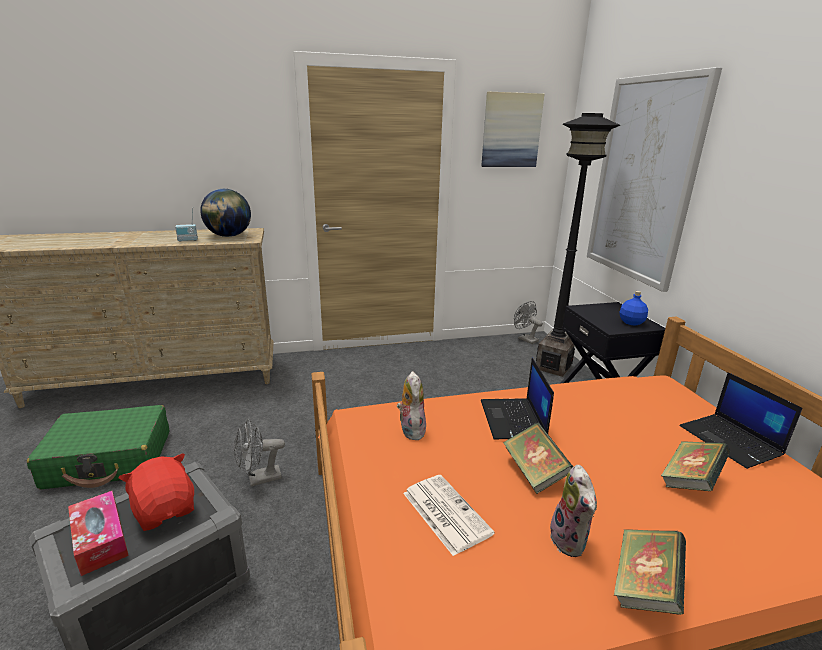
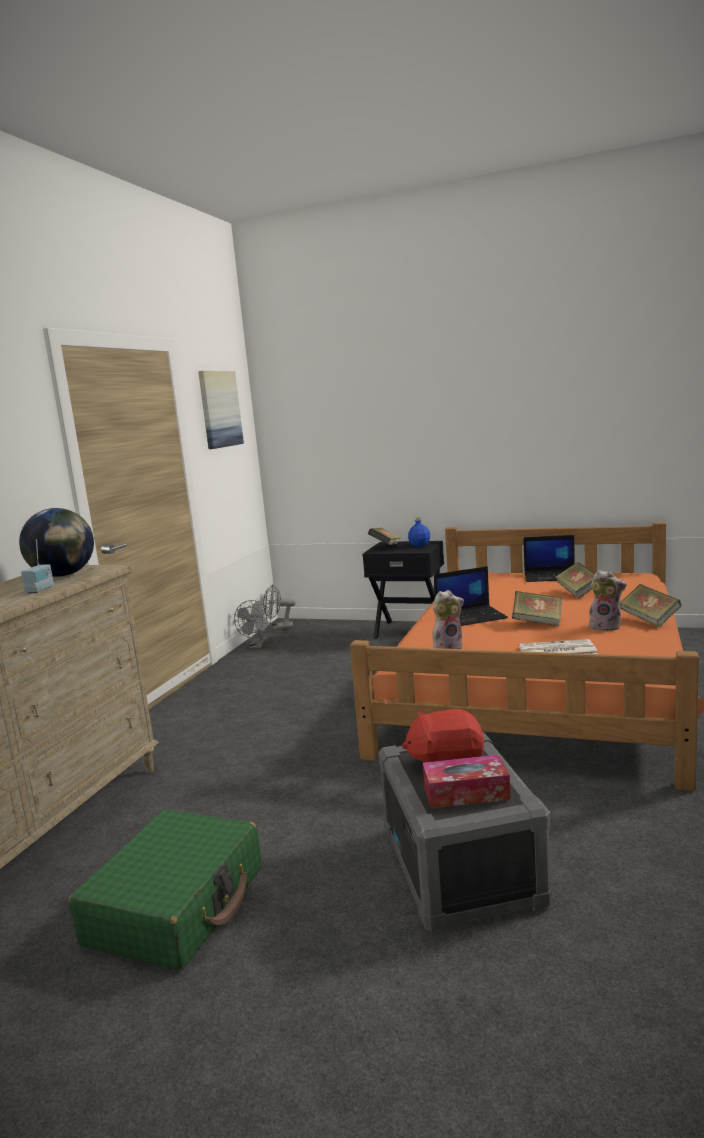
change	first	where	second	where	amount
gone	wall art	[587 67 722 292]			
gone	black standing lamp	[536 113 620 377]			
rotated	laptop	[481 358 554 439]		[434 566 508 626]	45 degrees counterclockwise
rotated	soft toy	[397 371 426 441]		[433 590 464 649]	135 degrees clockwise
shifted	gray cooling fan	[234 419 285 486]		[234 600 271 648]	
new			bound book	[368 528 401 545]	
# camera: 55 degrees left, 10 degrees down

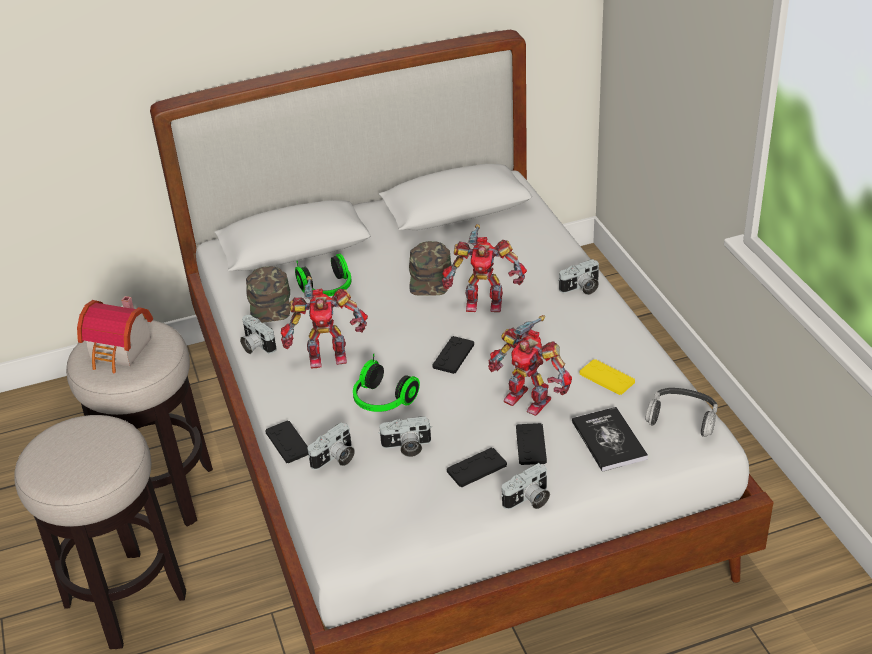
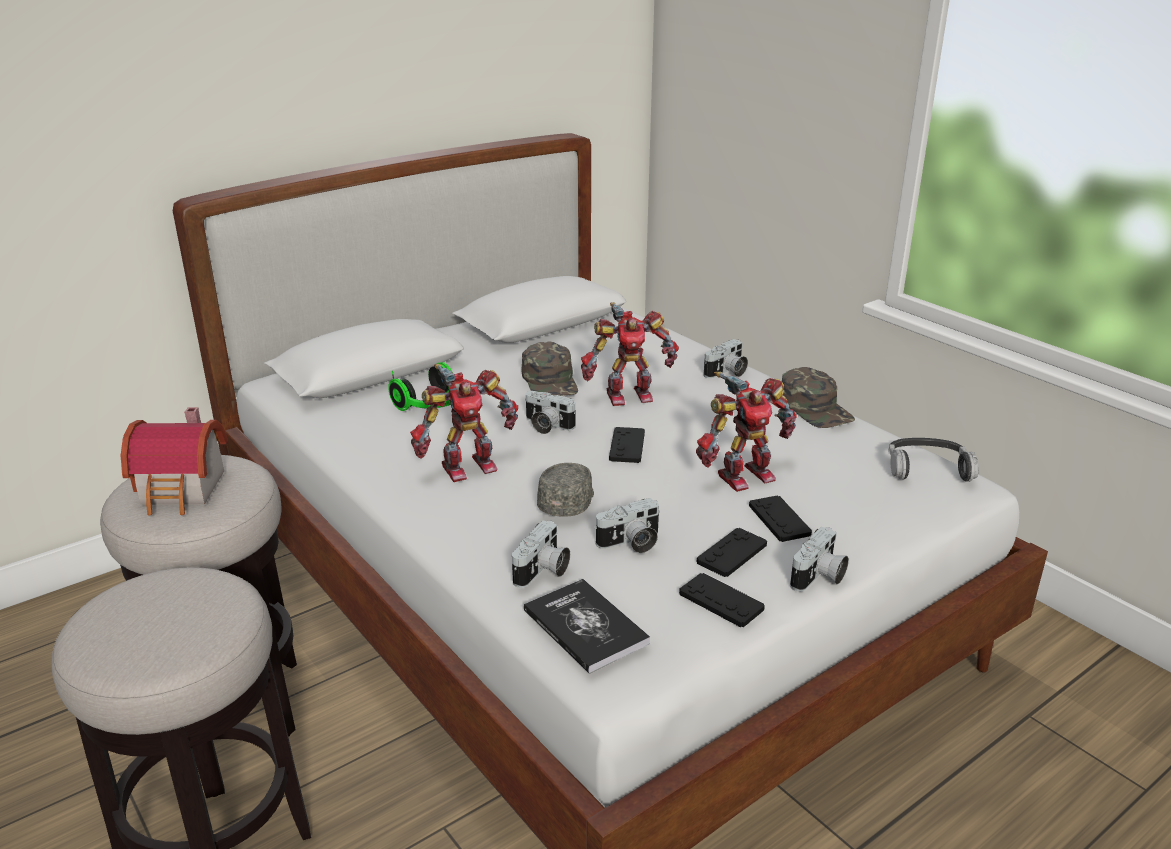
change	first	where	second	where	amount
shifted	green cap	[246 266 290 323]		[782 367 855 428]	
shifted	photo camera	[240 315 276 354]		[525 391 576 434]	
rotated	robot figure	[488 315 572 416]		[696 372 797 492]	45 degrees counterclockwise
swapped	headset	[353 353 420 412]	gray cap	[537 463 594 517]	
gone	yellow-coloured gamepad	[580 359 635 395]			
shifted	bound book	[572 407 648 472]		[524 579 650 674]	
shifted	black gamepad	[265 420 309 463]		[679 573 765 627]	
# camera: 20 degrees left, 10 degrees down

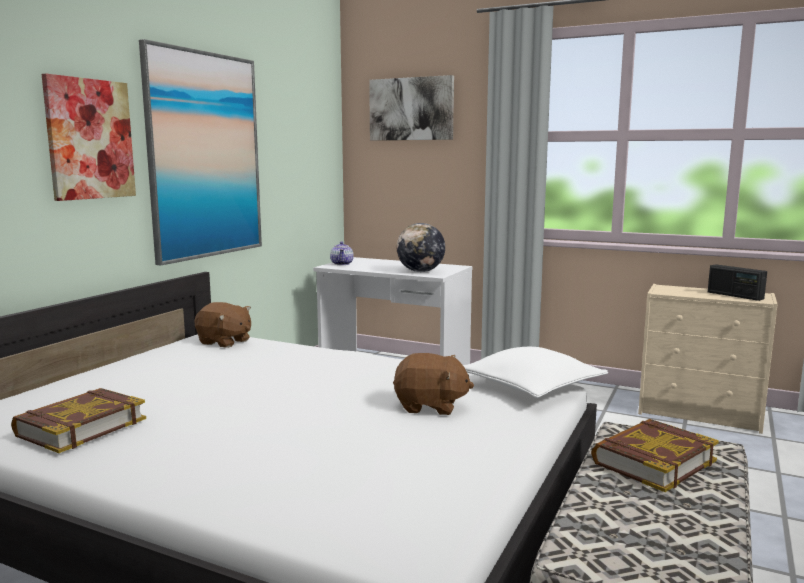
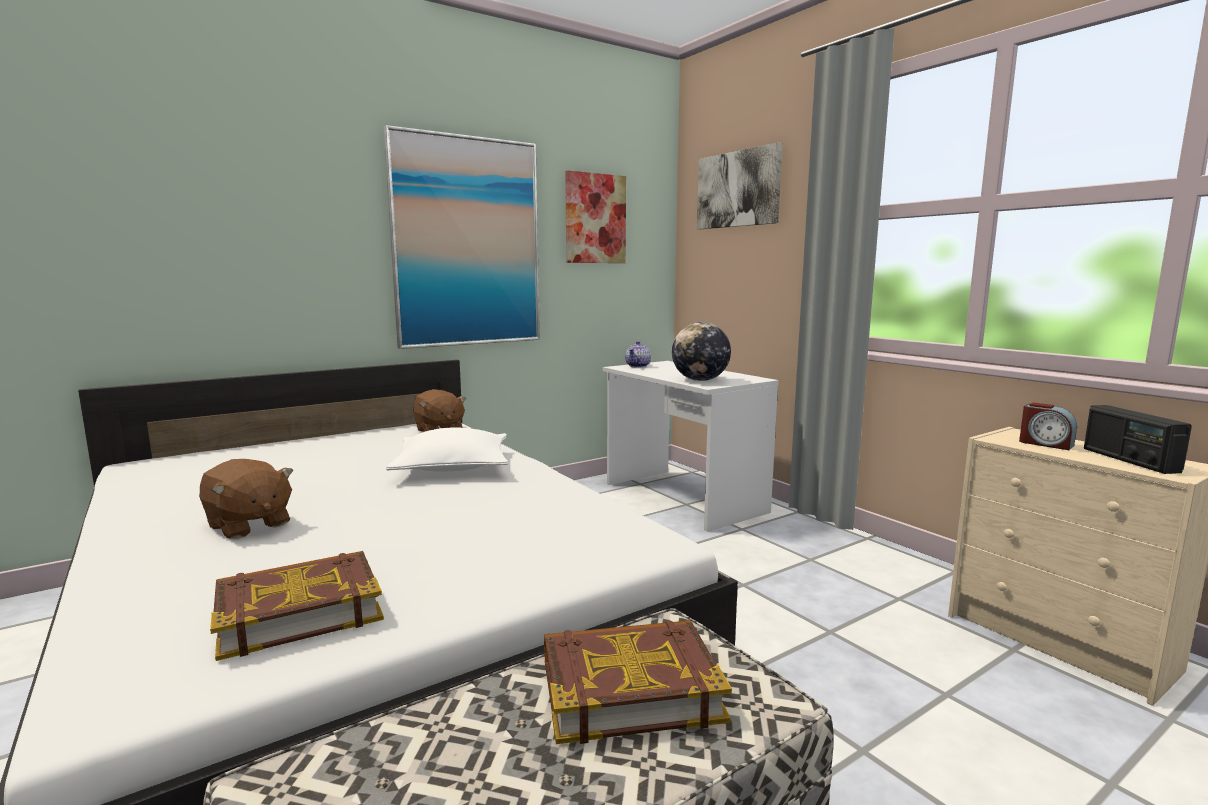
change	first	where	second	where	amount
shifted	wall art	[42 74 136 201]		[565 170 626 263]	
shifted	whitish cushion	[463 347 608 398]		[386 427 509 472]	
shifted	brown soft toy	[393 353 474 415]		[199 459 293 539]	
shifted	bound book	[11 388 146 453]		[210 551 384 661]	
new			bedside clock	[1019 402 1077 450]	
# camera: 30 degrees right, 0 degrees up

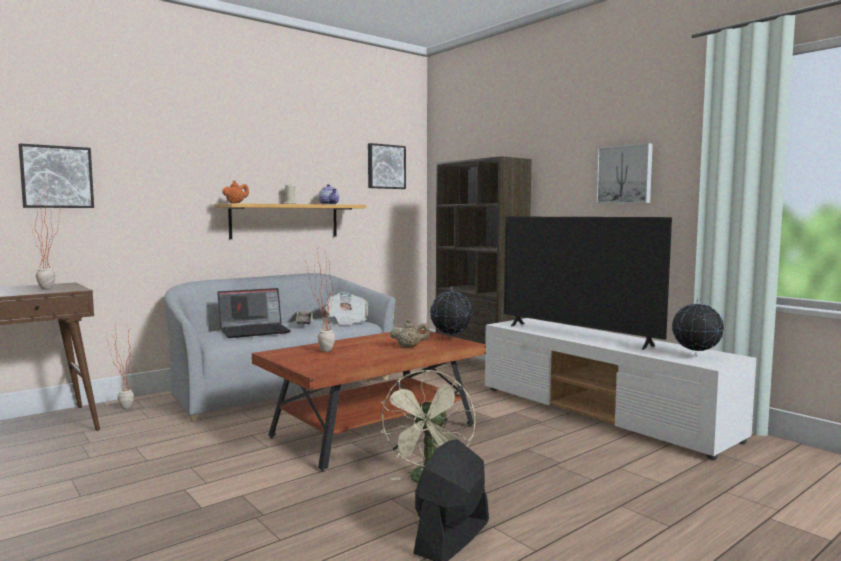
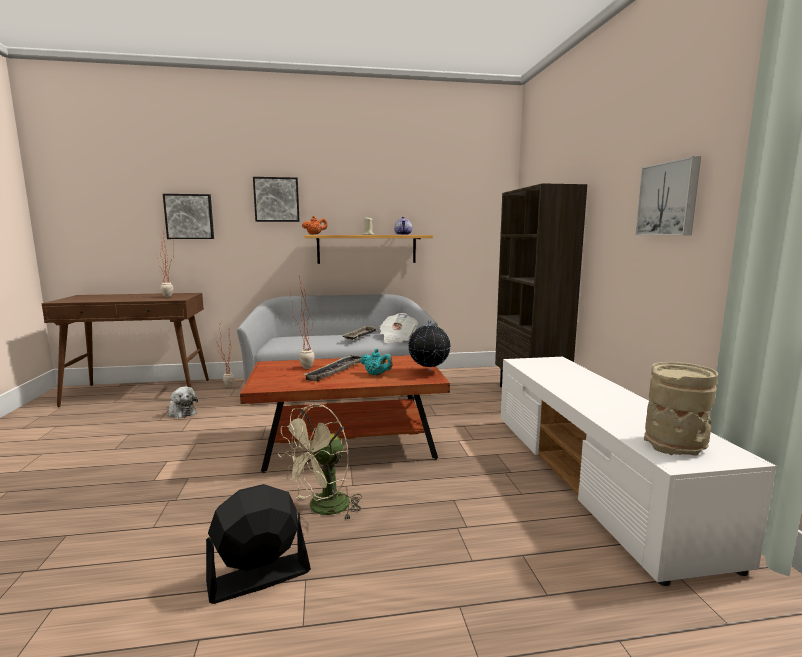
change	first	where	second	where	amount
shifted	wall art	[368 143 406 189]		[253 177 300 222]	
gone	TV set	[504 217 672 350]			
gone	laptop	[217 288 291 338]			
swapped	world globe	[672 298 724 357]	sand-coloured flower vase	[644 362 718 456]	
repainted	sand-coloured teapot	[390 319 430 348]	turquoise-coloured teapot	[360 349 393 376]	
new			carrying tray	[303 356 362 381]	
new			soft toy	[168 386 198 418]	
# camera: 30 degrees right, 5 degrees up

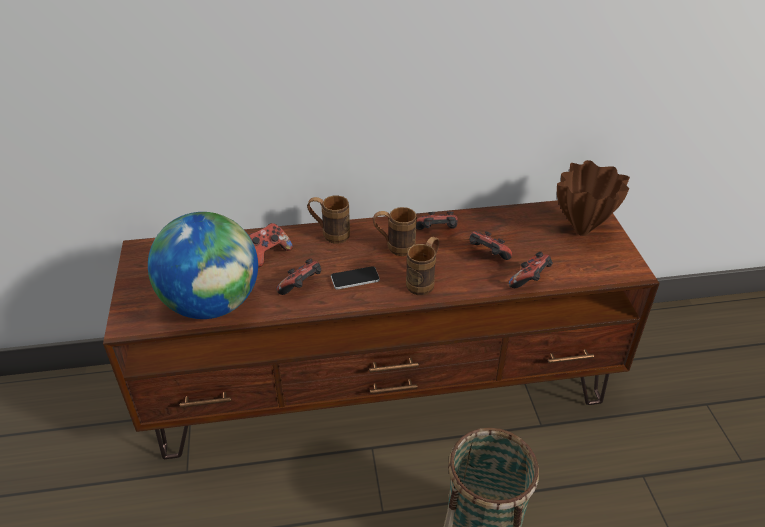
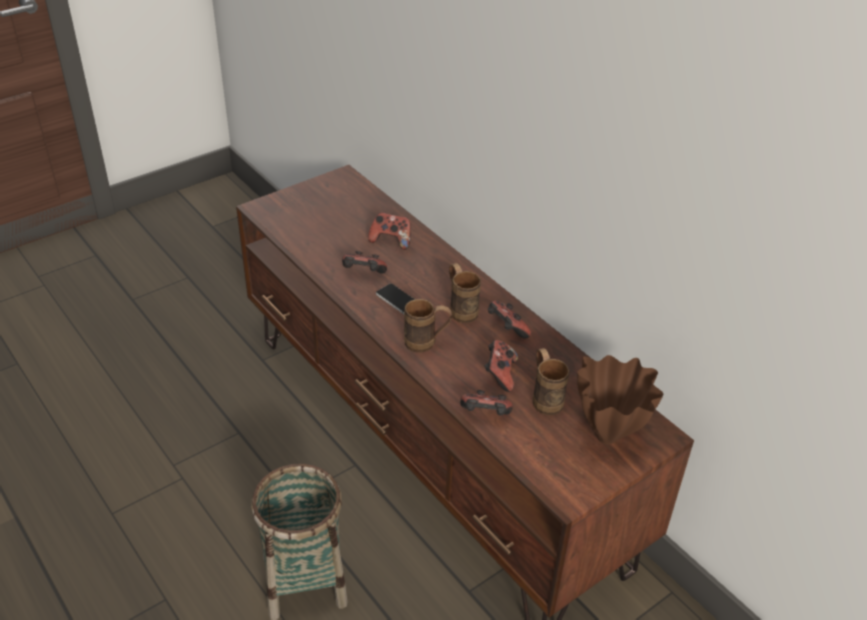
change	first	where	second	where	amount
shifted	brown tea mug	[307 195 350 244]		[533 348 569 415]	
gone	world globe	[148 212 258 319]			
# camera: 60 degrees right, 0 degrees up

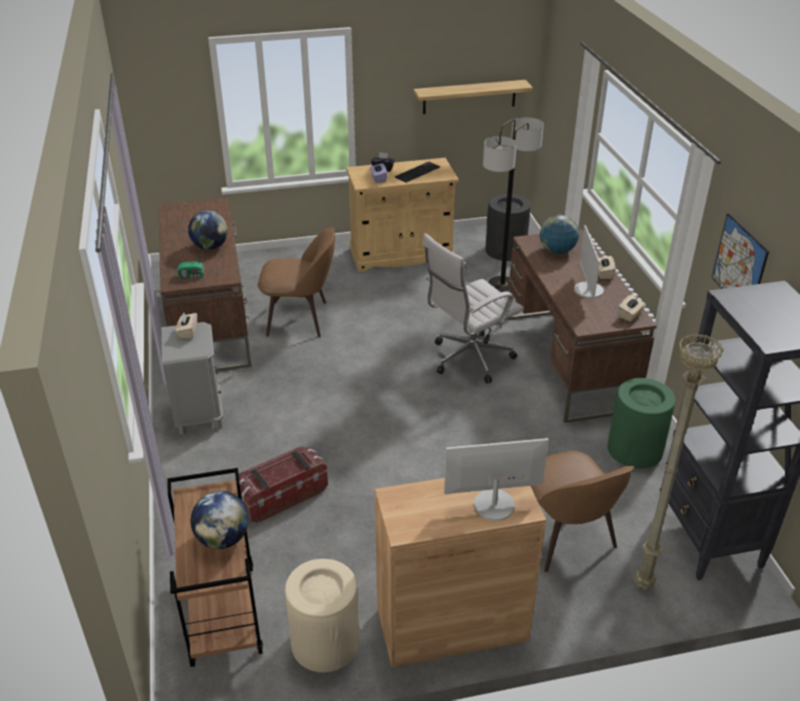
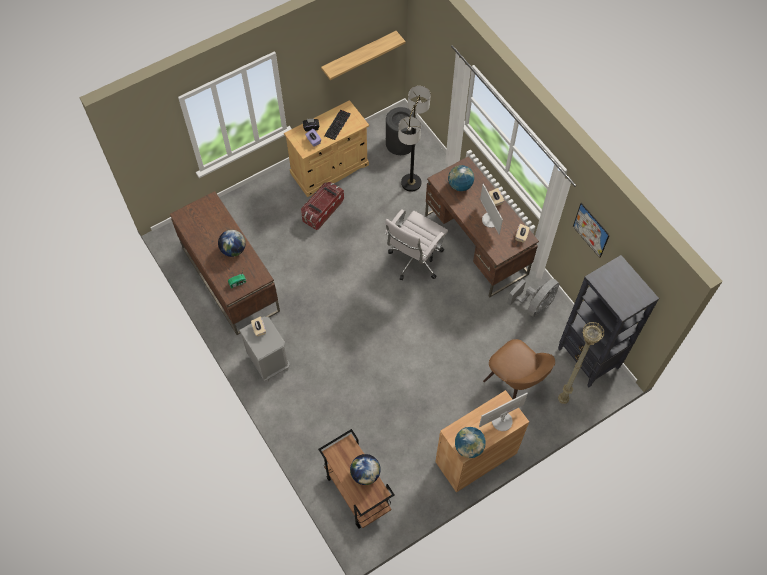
change	first	where	second	where	amount
gone	brown plain chair	[258 227 335 337]			
swapped	green rubbish bin	[608 378 675 468]	gray cooling fan	[507 279 559 317]	
shifted	storage bin	[235 447 328 523]		[301 182 344 230]	
gone	sand-coloured rubbish bin	[285 559 359 672]			
new			world globe	[455 427 486 458]	
# camera: 20 degrees left, 25 degrees up

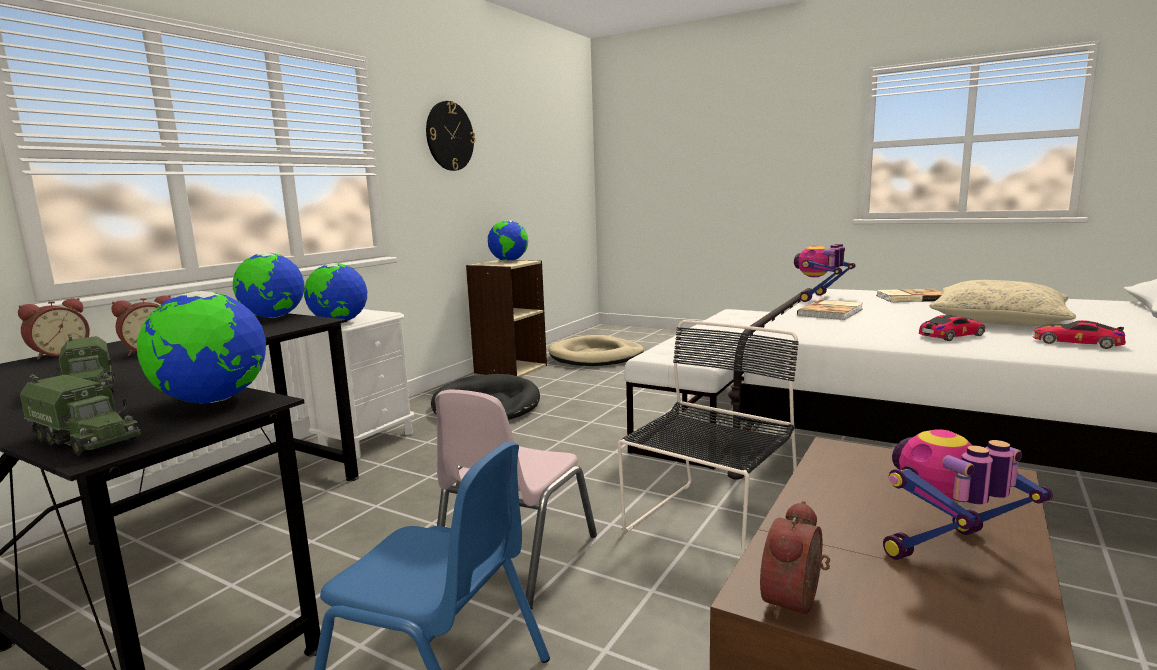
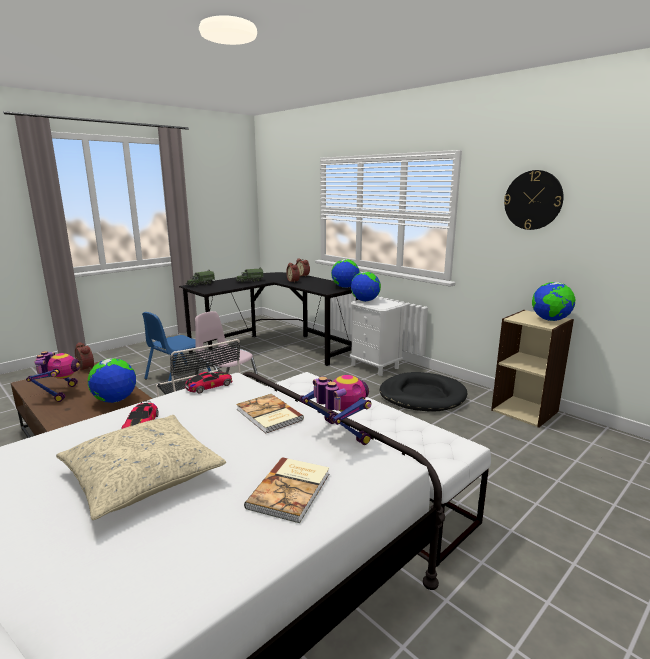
change	first	where	second	where	amount
shifted	world globe	[137 291 266 403]		[88 358 136 403]	
shifted	toy car	[1033 320 1126 349]		[185 372 233 394]	
gone	sand-coloured dog bed	[548 335 644 366]			
# camera: 105 degrees right, 5 degrees up

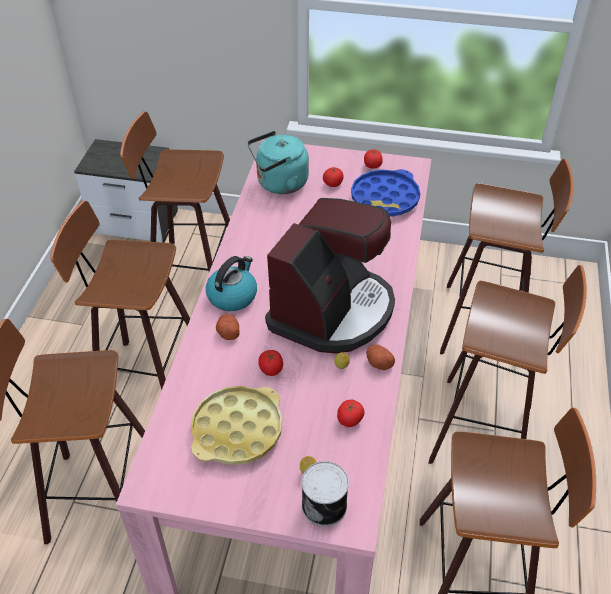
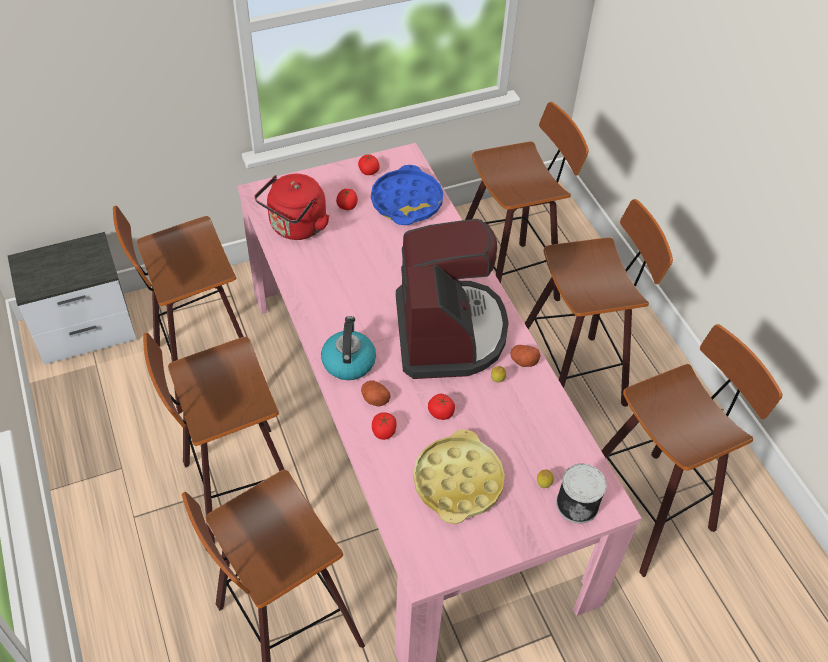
change	first	where	second	where	amount
repainted	turquoise-coloured tea kettle	[247 131 309 194]	red tea kettle	[254 174 329 240]	
shifted	whole tomato	[337 400 365 427]		[372 412 397 440]	
# camera: 35 degrees left, 5 degrees up

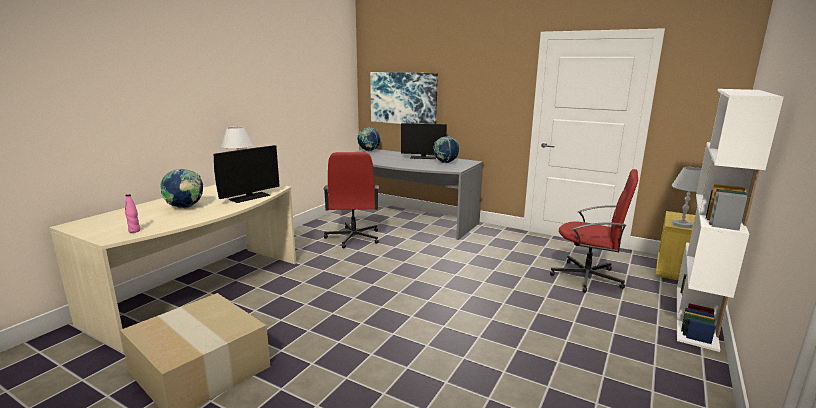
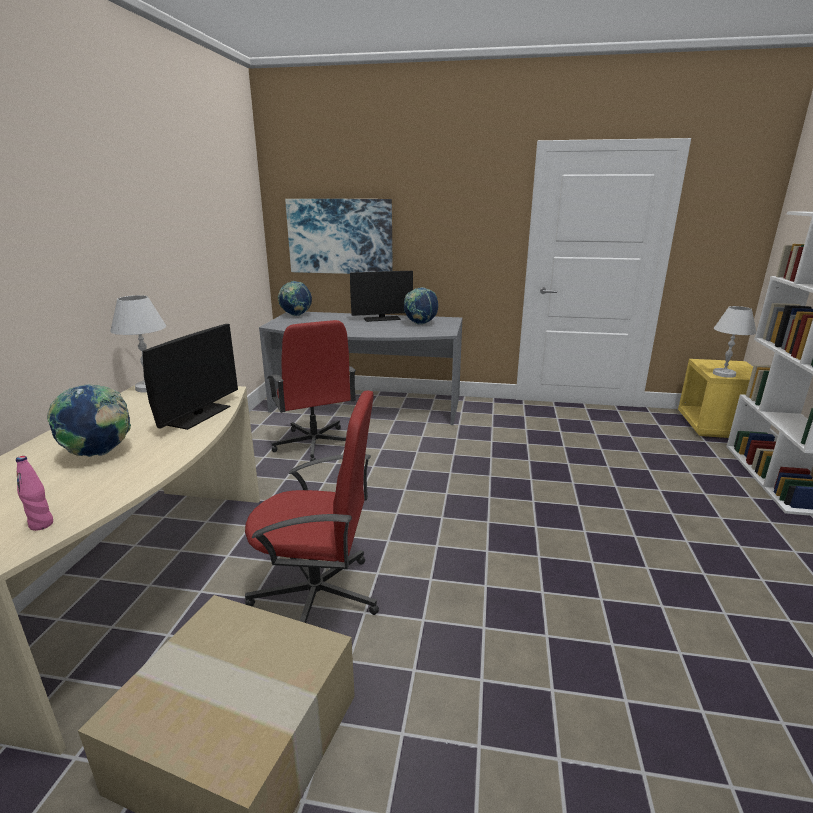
change	first	where	second	where	amount
shifted	red computer chair	[550 169 638 293]		[245 391 379 623]	
# camera: 20 degrees left, 5 degrees up

